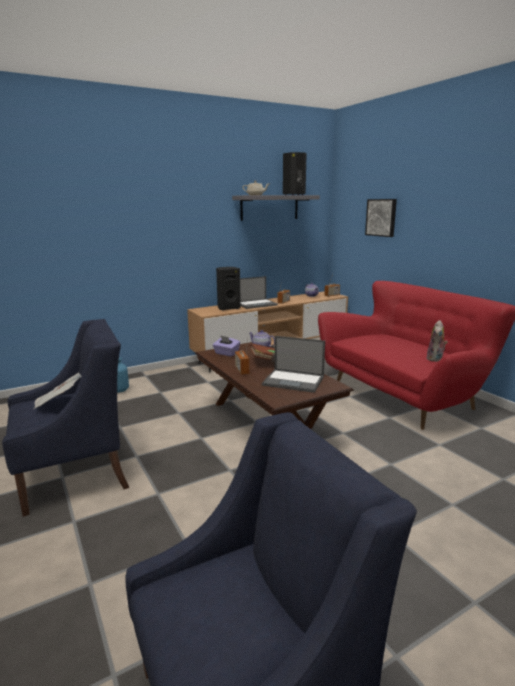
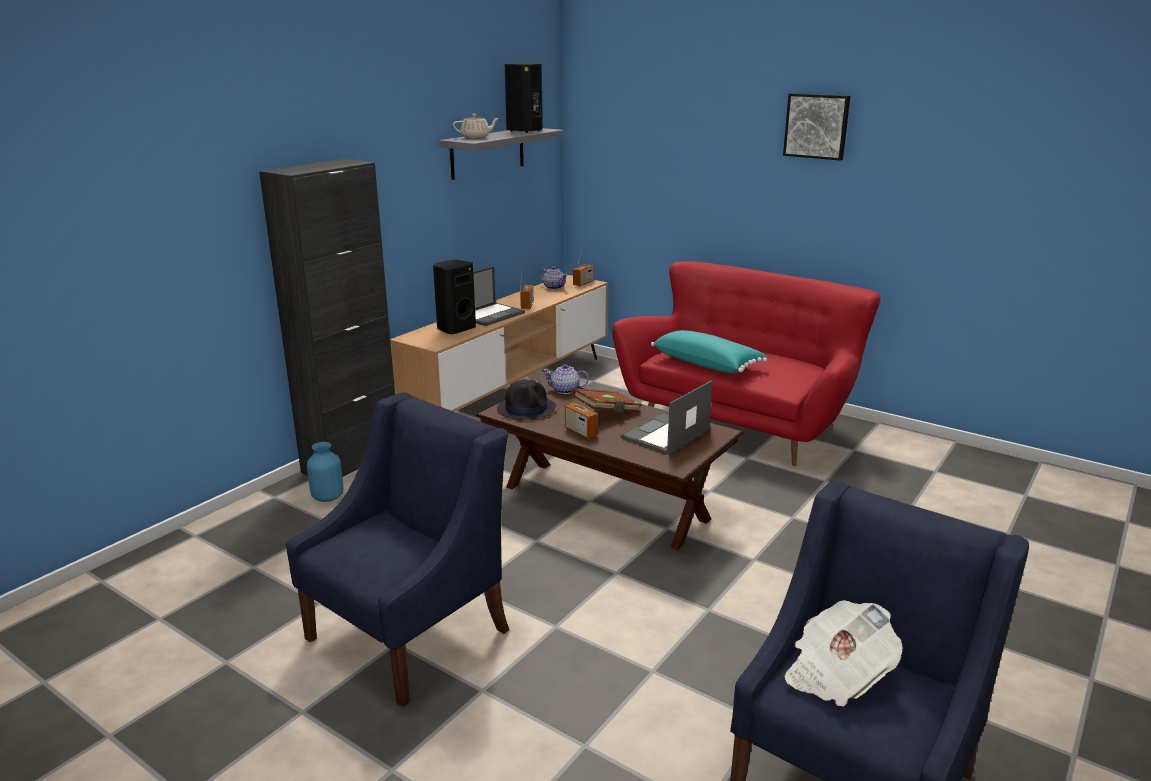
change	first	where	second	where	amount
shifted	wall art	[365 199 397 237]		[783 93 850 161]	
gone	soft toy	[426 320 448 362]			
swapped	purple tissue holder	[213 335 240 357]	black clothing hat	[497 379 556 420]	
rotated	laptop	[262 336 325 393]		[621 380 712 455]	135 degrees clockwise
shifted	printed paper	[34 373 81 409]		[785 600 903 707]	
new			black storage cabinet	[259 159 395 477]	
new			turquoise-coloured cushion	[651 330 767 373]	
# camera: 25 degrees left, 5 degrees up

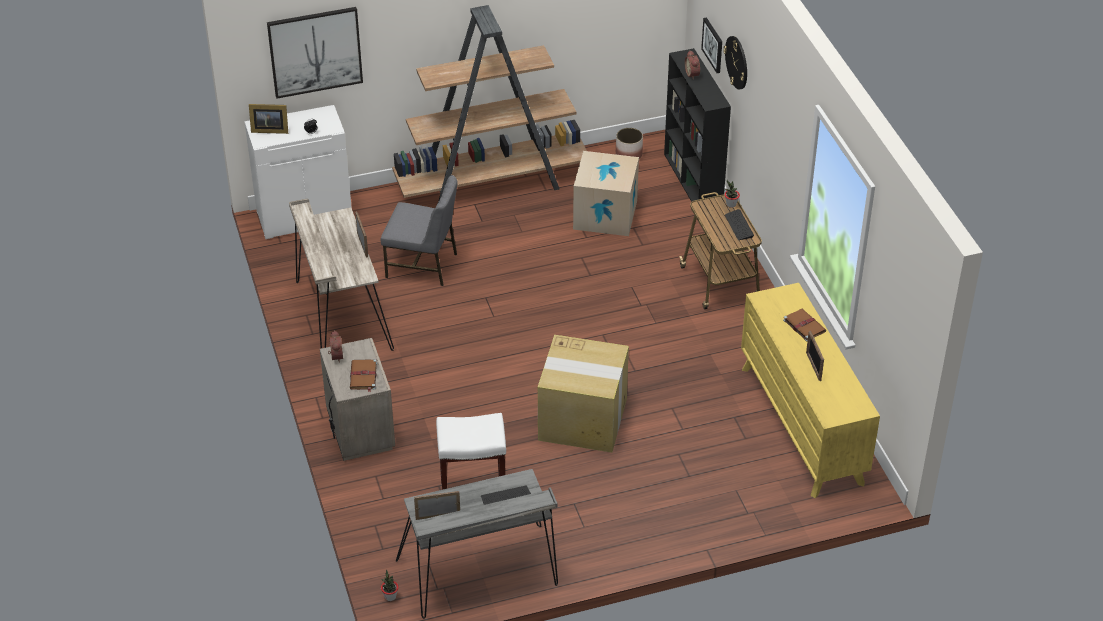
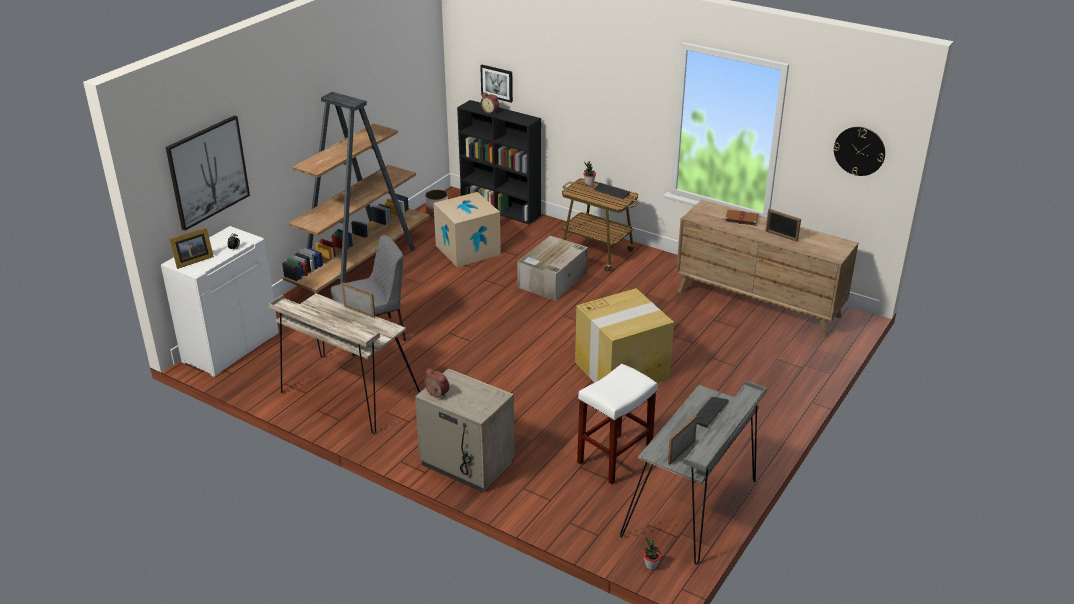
change	first	where	second	where	amount
shifted	hanging clock	[723 36 747 90]		[834 127 885 176]	
repainted	yellow-coloured drawer chest	[741 283 880 498]	brown drawer chest	[676 200 858 338]	
gone	brown bound book	[350 359 377 392]			
new			cardboard box	[517 236 588 301]	
# camera: 40 degrees left, 10 degrees down

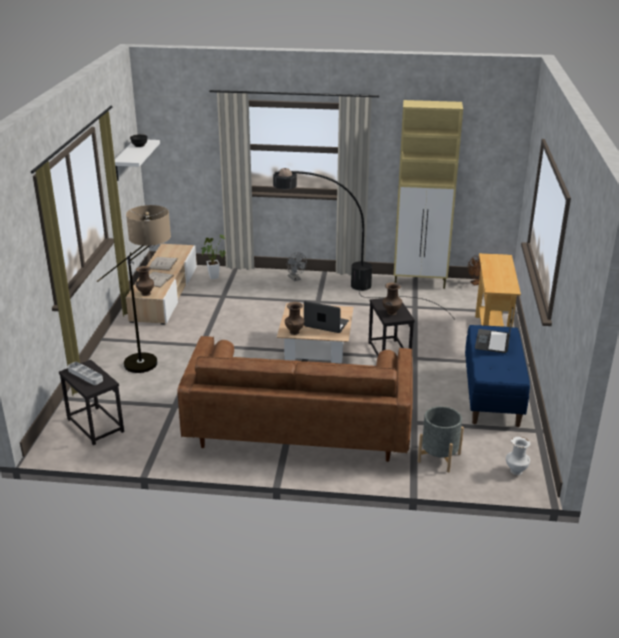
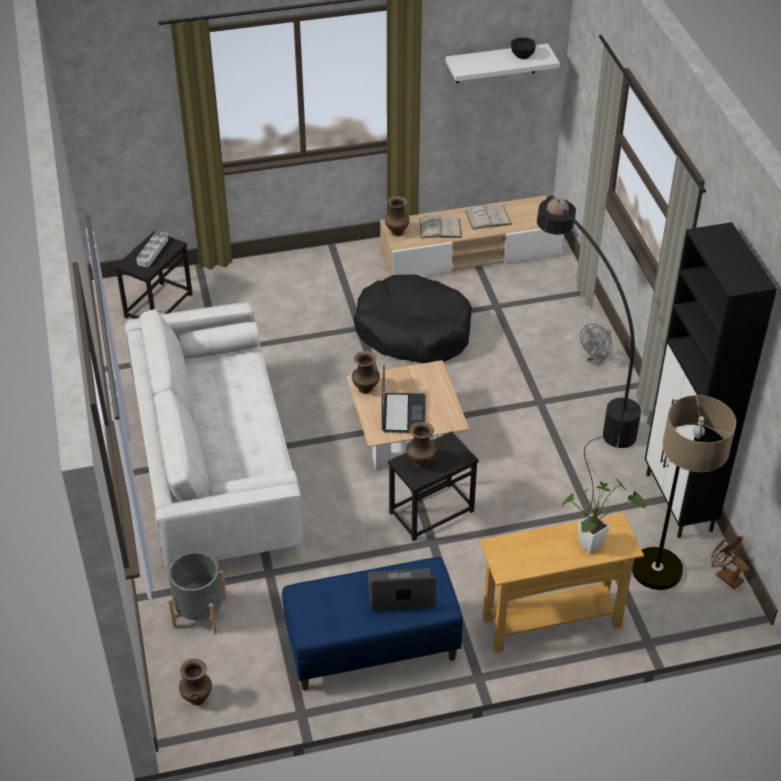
change	first	where	second	where	amount
repainted	sand-coloured storage cabinet	[394 100 463 289]	black storage cabinet	[645 222 777 538]	
shifted	standing lamp	[97 205 171 373]		[632 395 736 590]	
shifted	plant in a pot	[201 235 226 279]		[562 478 646 553]	
repainted	brown couch	[177 336 413 462]	whitish couch	[125 303 304 569]	
repainted	whitish flower vase	[506 437 530 475]	brown flower vase	[179 658 212 706]	
new			black dog bed	[353 275 472 363]	
# camera: 70 degrees right, 15 degrees up

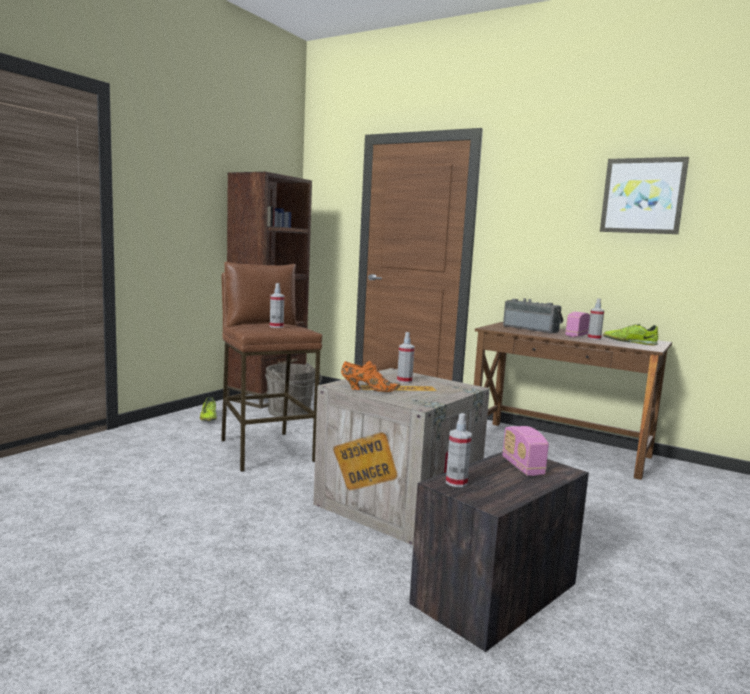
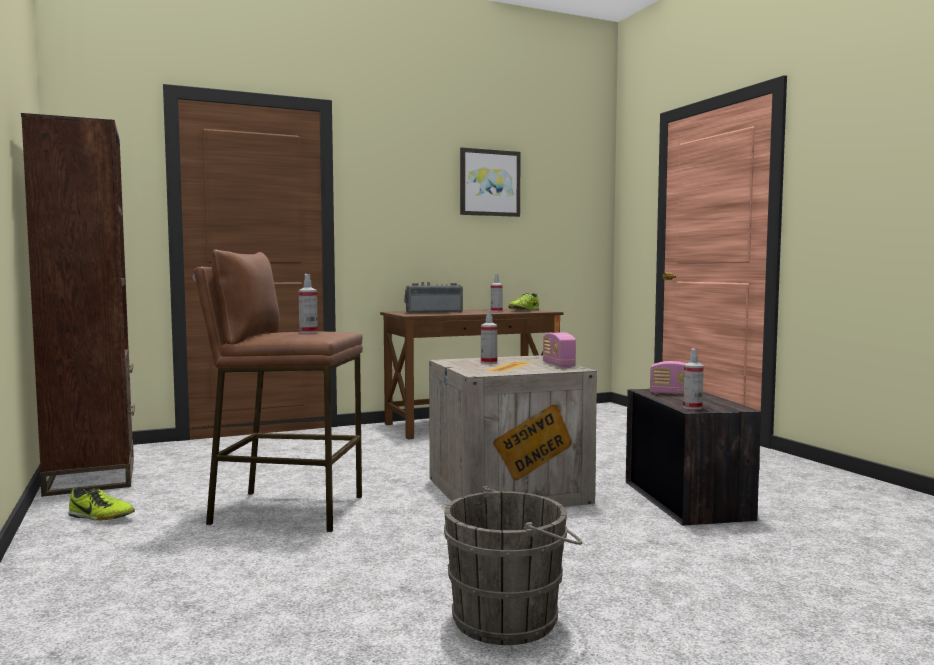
change	first	where	second	where	amount
shifted	radio	[565 312 590 337]		[543 332 576 368]	
gone	orangey low shoe	[341 361 400 392]			
shifted	gray pail	[265 363 322 417]		[444 486 582 645]	
# camera: 55 degrees left, 5 degrees down

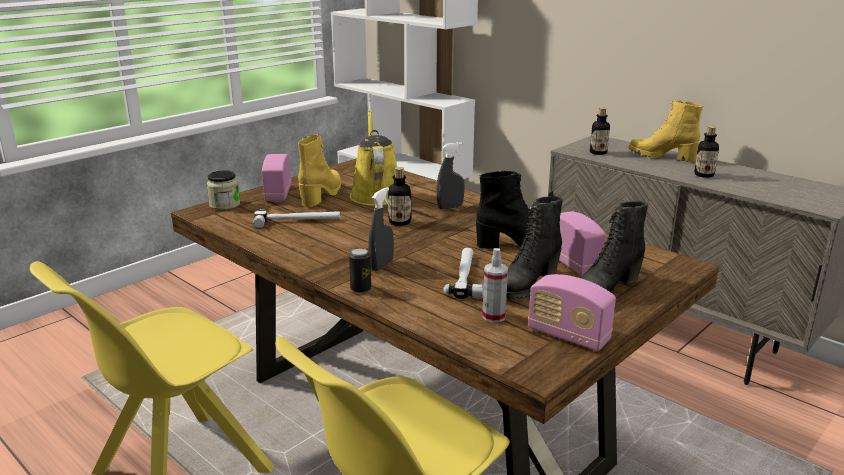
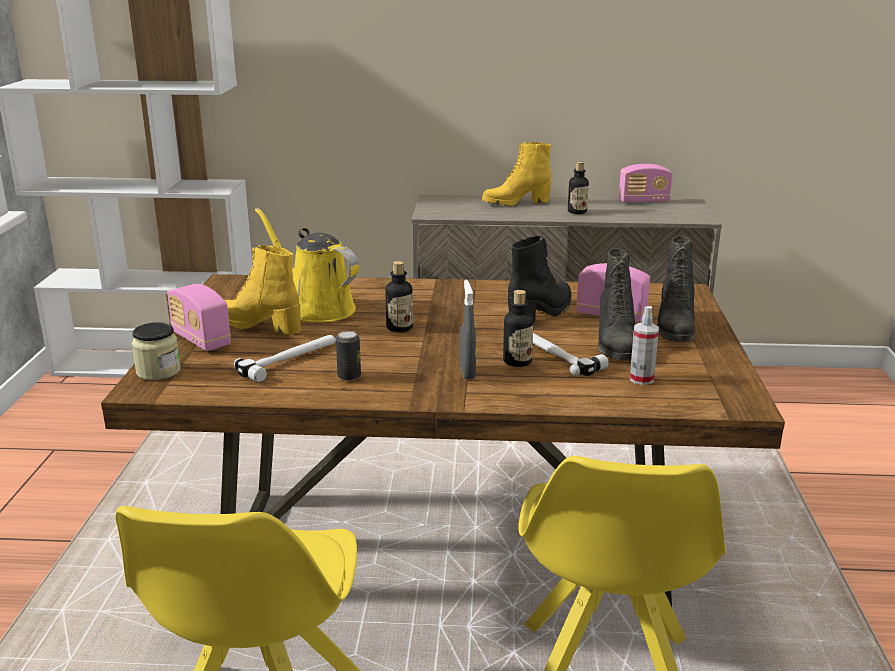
change	first	where	second	where	amount
shifted	beverage bottle	[590 108 610 155]		[503 290 533 367]	
rotated	yellow-coloured high-top boot	[298 134 341 207]		[225 245 301 335]	45 degrees counterclockwise
gone	gray sprayer	[437 142 465 209]			
shifted	metal can	[349 248 371 293]		[336 331 361 381]	
shifted	radio	[528 274 616 351]		[619 164 672 203]	
# camera: 40 degrees left, 0 degrees up

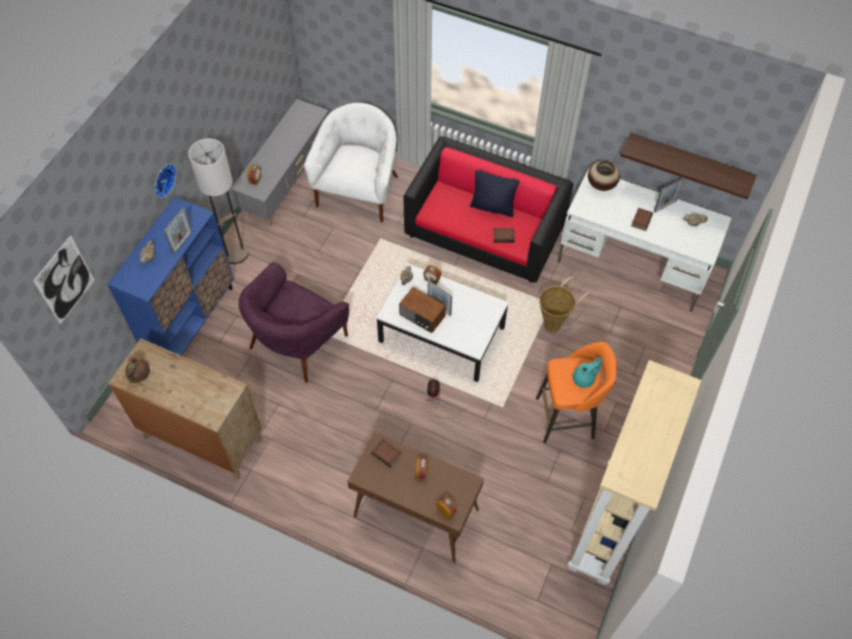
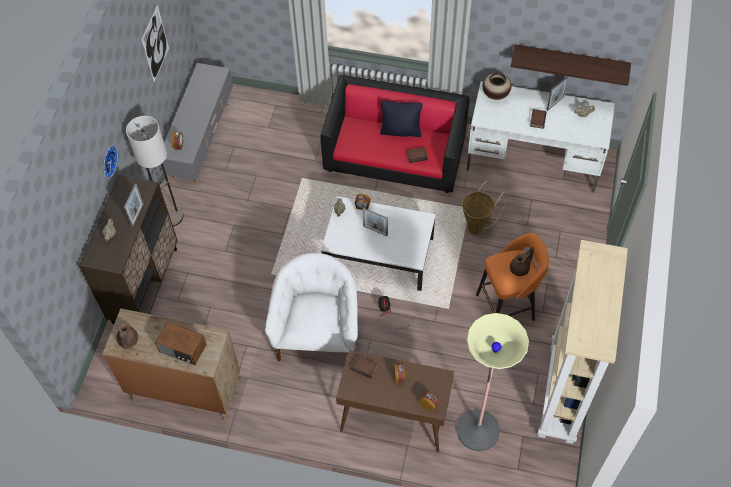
change	first	where	second	where	amount
shifted	whitish lounge chair	[304 103 398 222]		[265 253 358 361]	
repainted	blue-coloured storage cabinet	[107 197 234 356]	brown storage cabinet	[79 175 178 324]	
shifted	wall art	[33 235 95 324]		[141 5 169 82]	
gone	purple lounge chair	[238 262 349 383]			
shifted	radio	[399 287 446 333]		[155 322 207 365]	
repainted	turquoise-coloured teapot	[573 358 603 388]	brown teapot	[510 247 534 276]	
new			standing lamp	[457 313 529 451]	
# camera: 10 degrees left, 0 degrees up

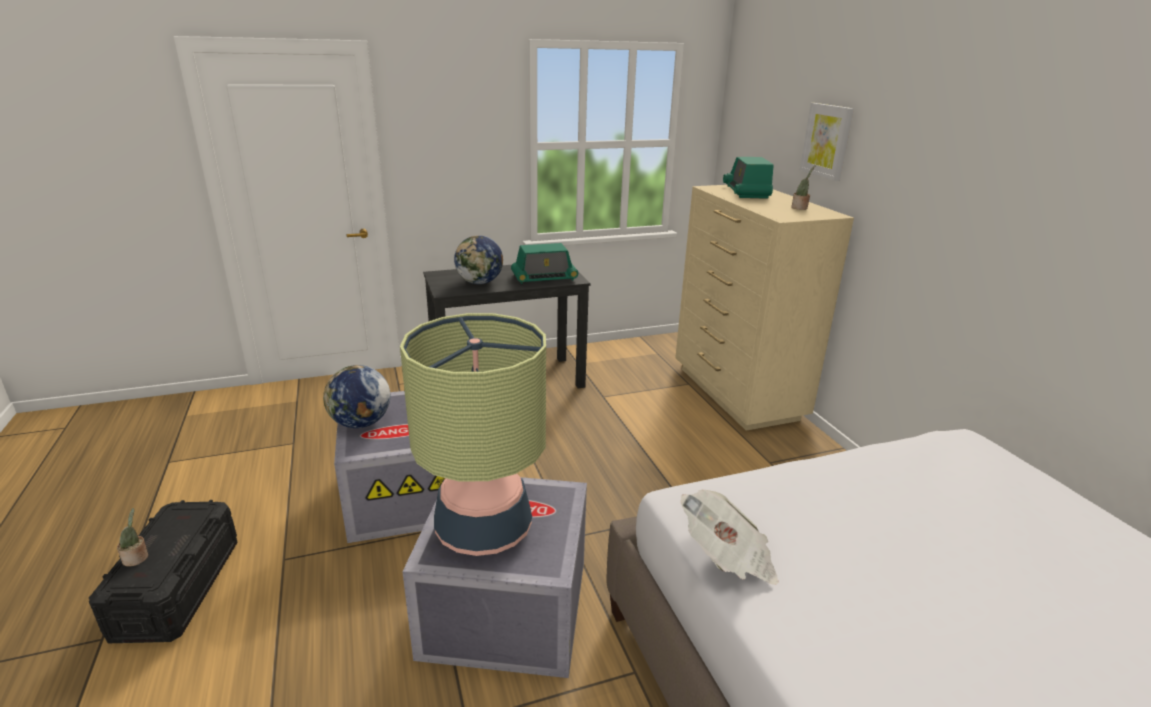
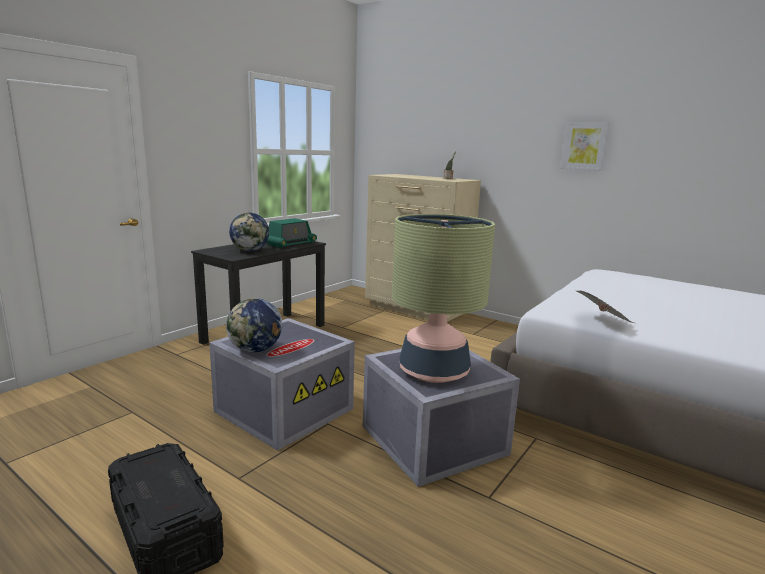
change	first	where	second	where	amount
shifted	wall art	[800 103 854 181]		[561 121 610 171]	
gone	radio	[723 157 774 199]			
gone	plant in a pot	[117 508 148 567]			
# camera: 35 degrees left, 10 degrees down

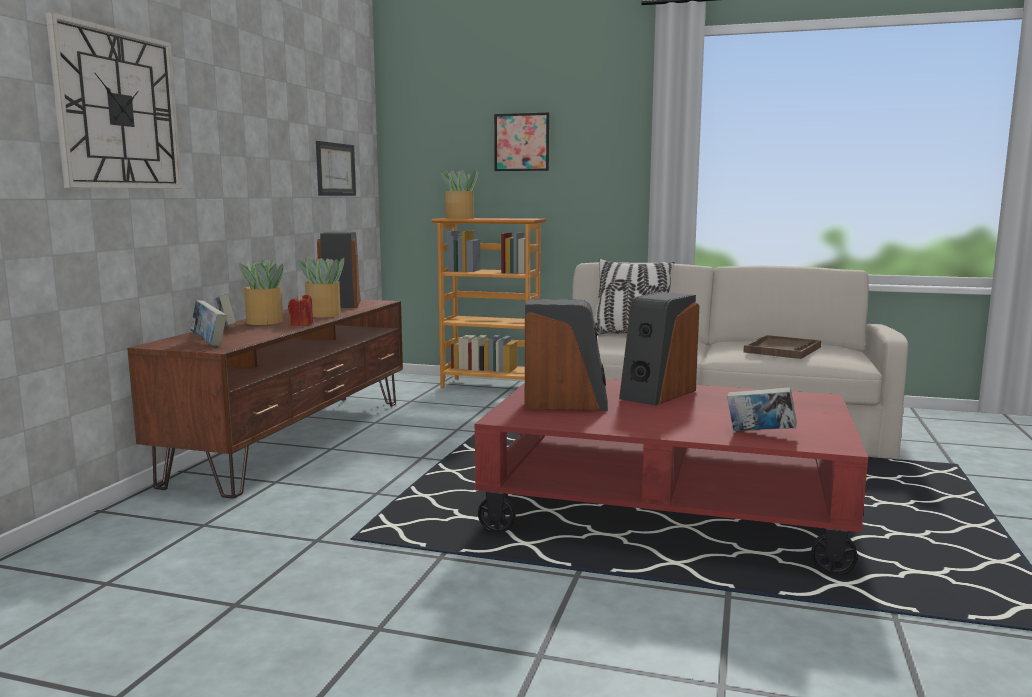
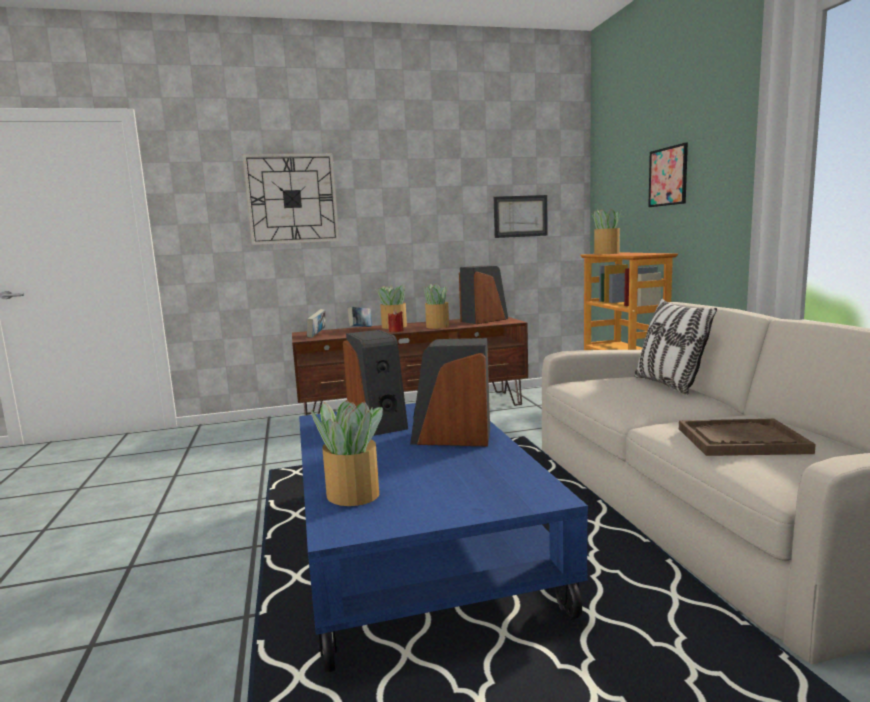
change	first	where	second	where	amount
repainted	red coffee table	[474 379 868 574]	blue-coloured coffee table	[299 403 588 673]	
swapped	bound book	[727 387 797 431]	plant in a pot	[310 400 383 506]	
# camera: 60 degrees right, 0 degrees up

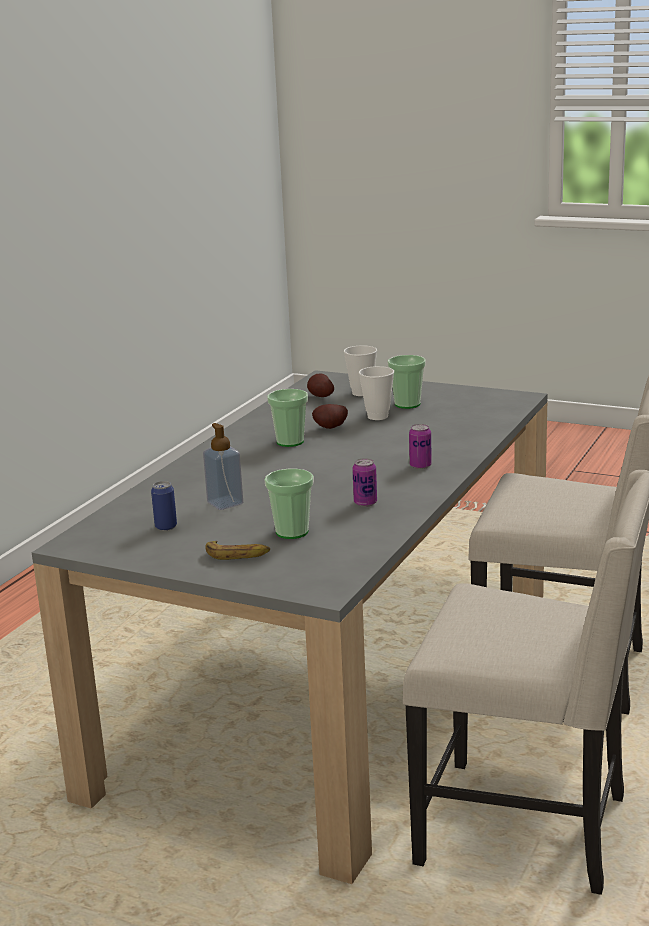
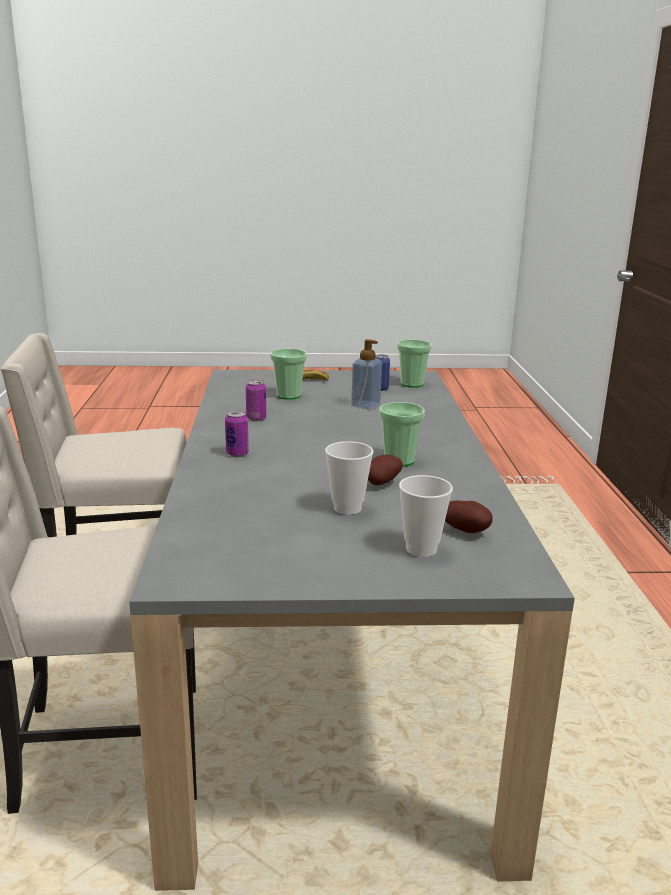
change	first	where	second	where	amount
shifted	small cup	[387 355 426 409]		[397 340 432 388]	
# camera: 150 degrees right, 0 degrees up

